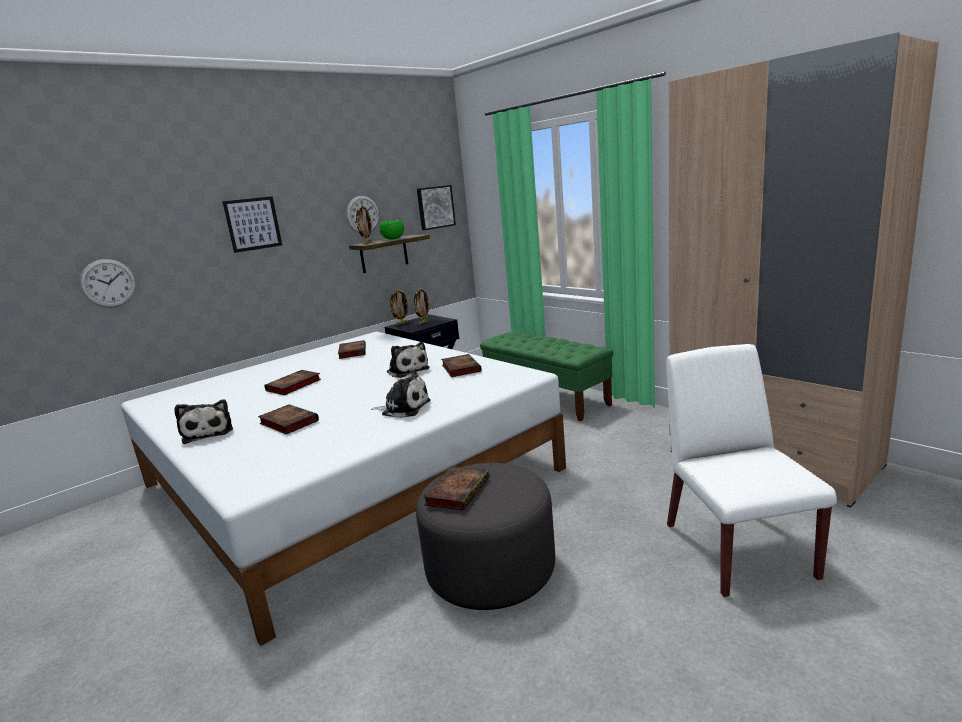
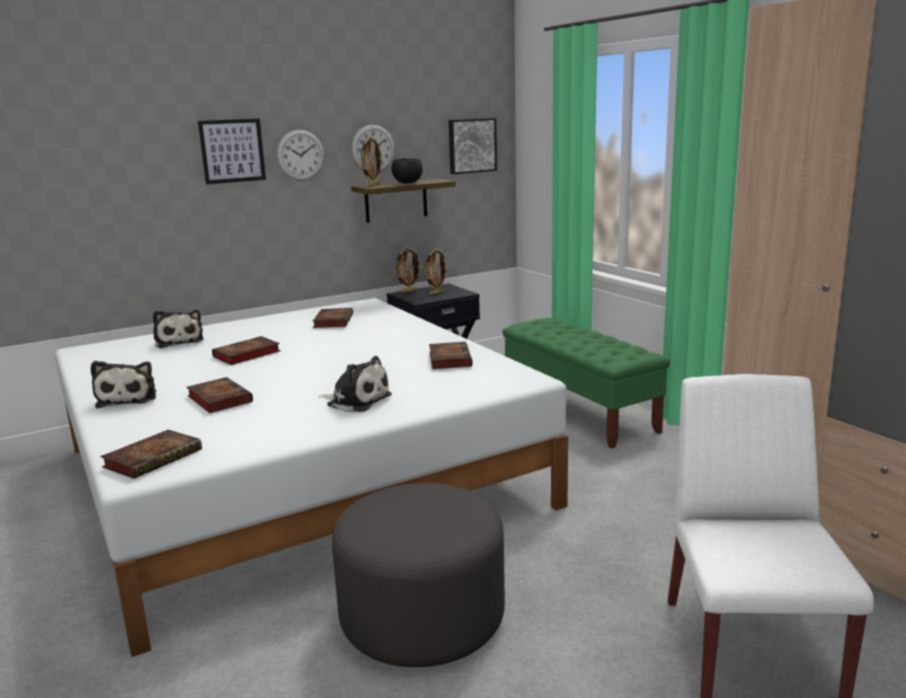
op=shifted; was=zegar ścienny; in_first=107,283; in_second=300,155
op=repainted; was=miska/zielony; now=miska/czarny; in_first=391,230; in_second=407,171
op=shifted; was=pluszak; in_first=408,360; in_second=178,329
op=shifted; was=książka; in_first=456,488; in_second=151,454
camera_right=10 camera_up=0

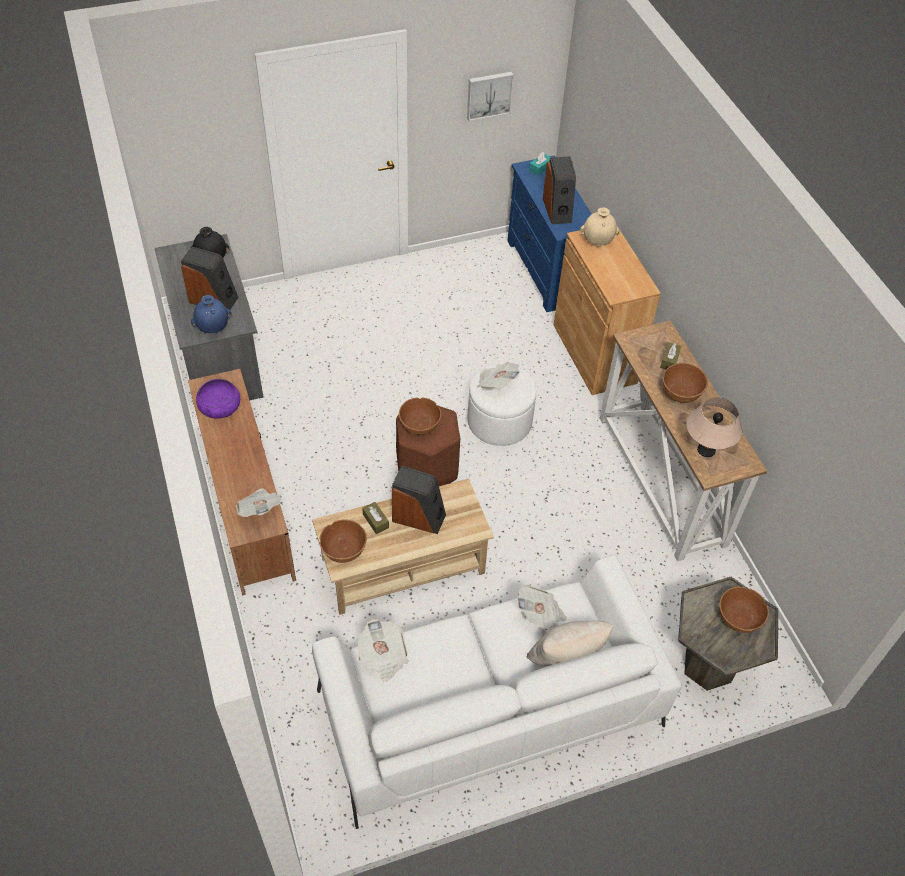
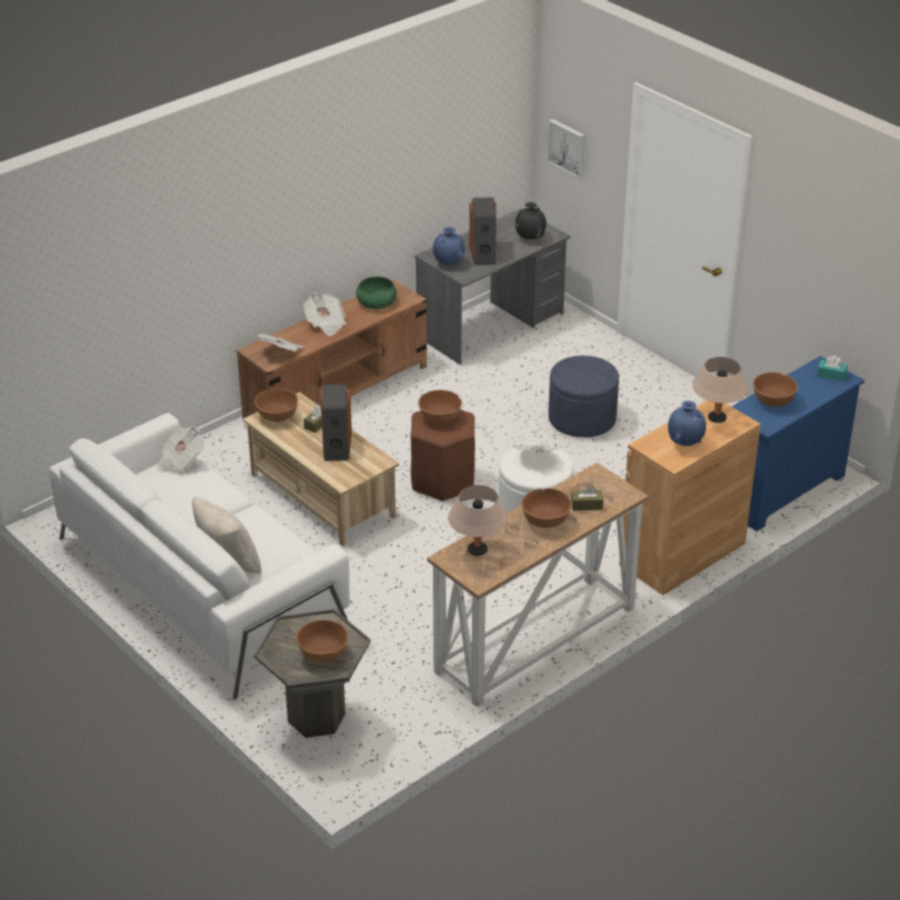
op=repainted; was=miska/fioletowy; now=miska/zielony; in_first=218,399; in_second=376,292
op=shifted; was=obraz; in_first=490,96; in_second=566,148
op=shifted; was=gazeta; in_first=541,607; in_second=325,314
op=swapped; was=głośnik; now=miska/brązowy; in_first=559,190; in_second=775,389
op=swapped; was=wazon/beżowy; now=lampa stołowa/beżowy; in_first=600,227; in_second=720,390
op=new; now=pufa/niebieski; in_second=583,396
op=new; now=wazon/niebieski; in_second=687,423
camera_right=70 camera_up=-15

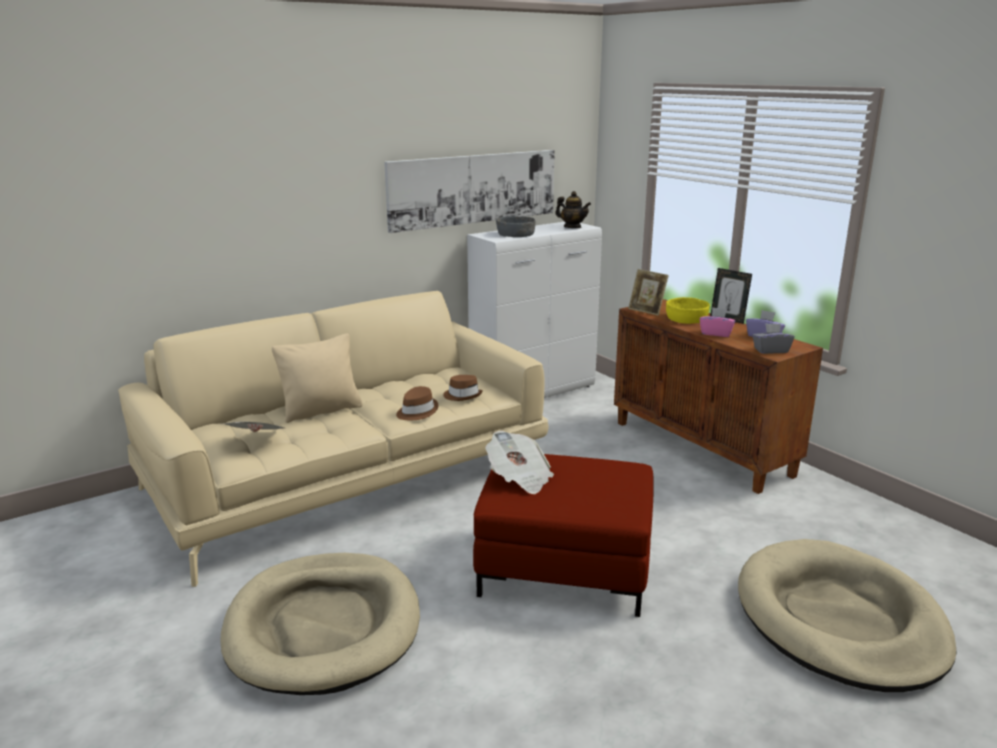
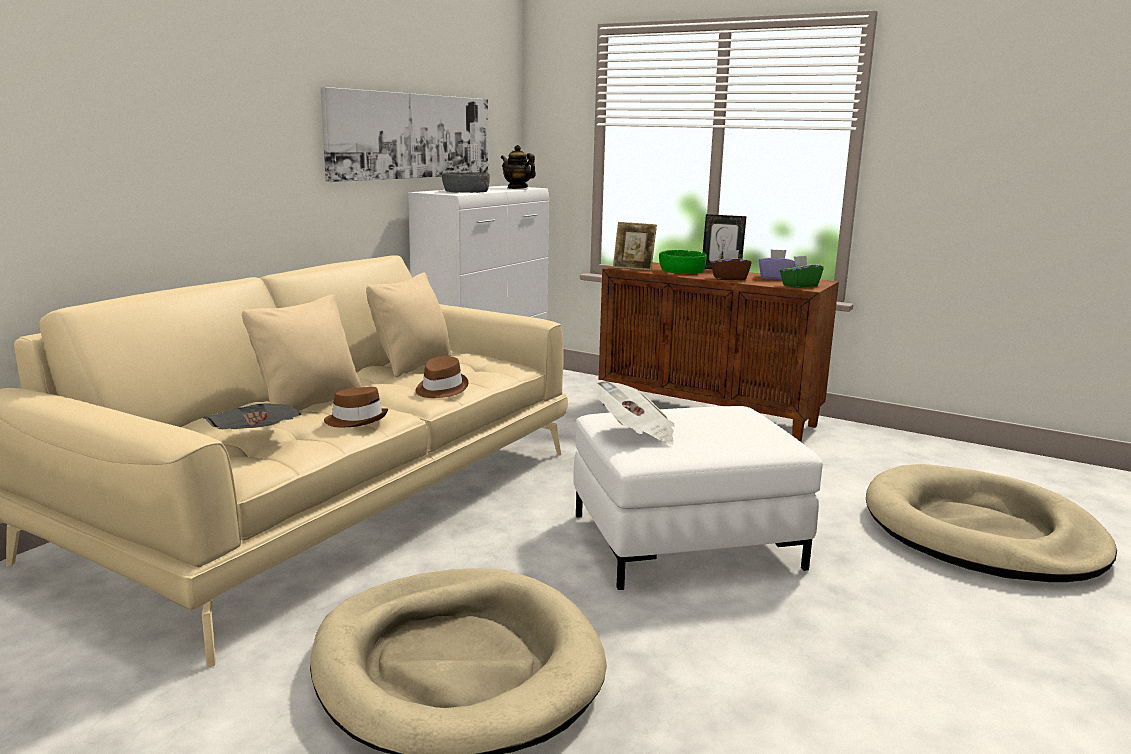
op=shifted; was=kapelusz/brązowy; in_first=463,388; in_second=356,407
op=repainted; was=pufa/czerwony; now=pufa/biały; in_first=563,535; in_second=698,498
op=rotated; was=imbryk; in_first=573,209; in_second=518,167; clockwise=-150
op=repainted; was=miska/żółty; now=miska/zielony; in_first=688,310; in_second=683,262
op=repainted; was=pudełko chusteczek/różowy; now=pudełko chusteczek/brązowy; in_first=718,322; in_second=731,265
op=repainted; was=pudełko chusteczek/szary; now=pudełko chusteczek/zielony; in_first=773,338; in_second=802,272
op=new; now=poduszka/beżowy; in_second=409,325
camera_right=-25 camera_up=-5

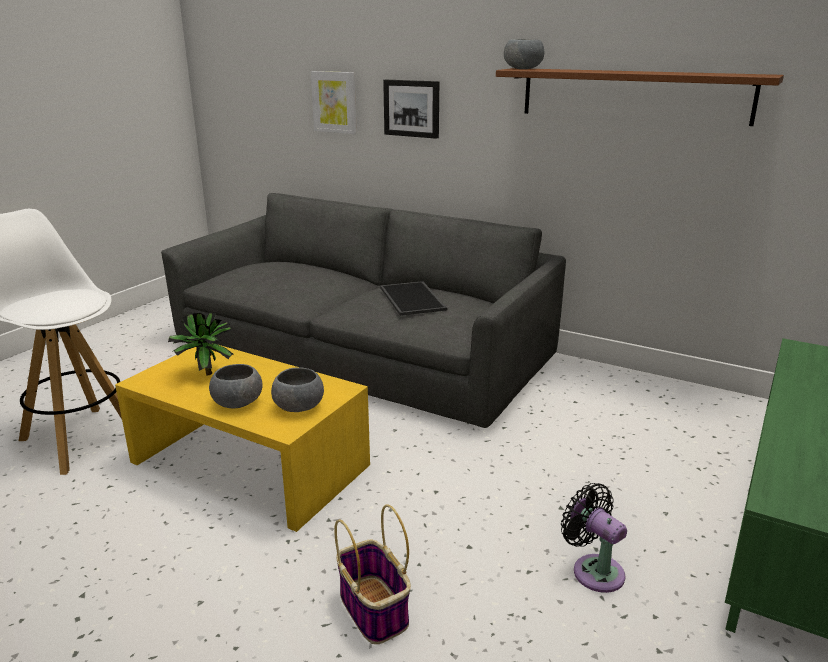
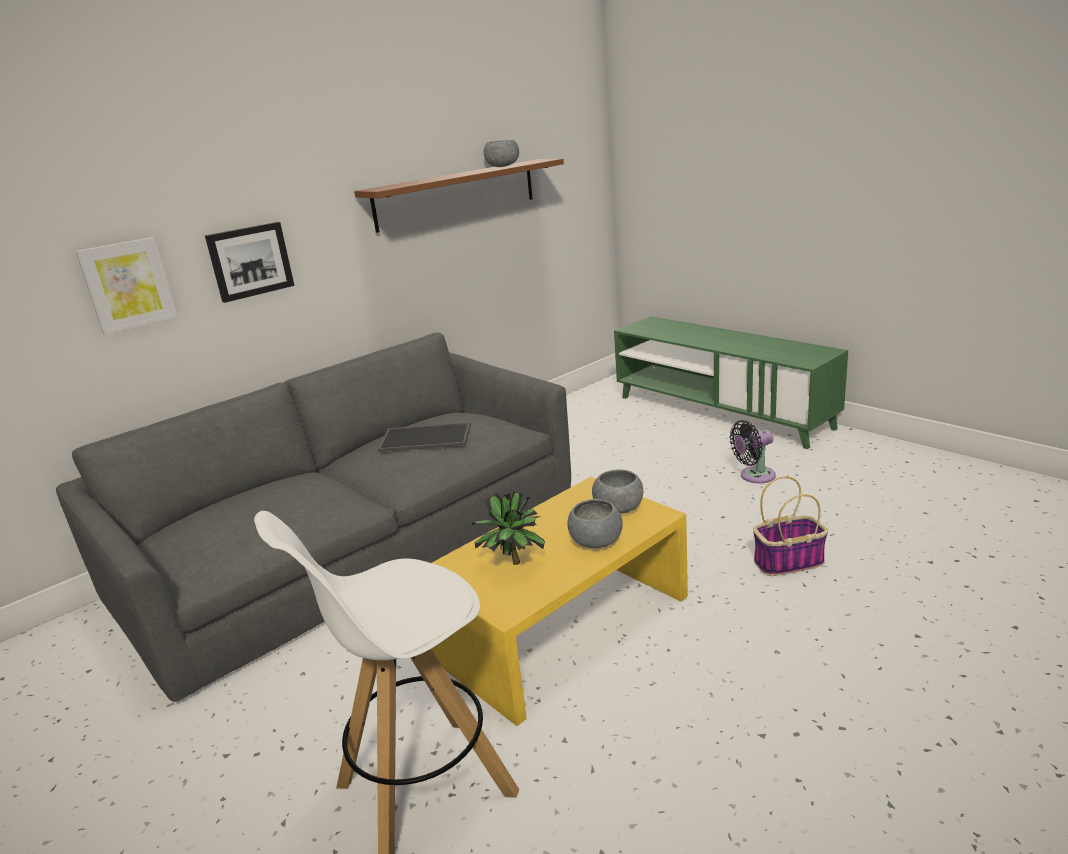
op=shifted; was=miska/szary; in_first=524,54; in_second=501,153
camera_right=-70 camera_up=0

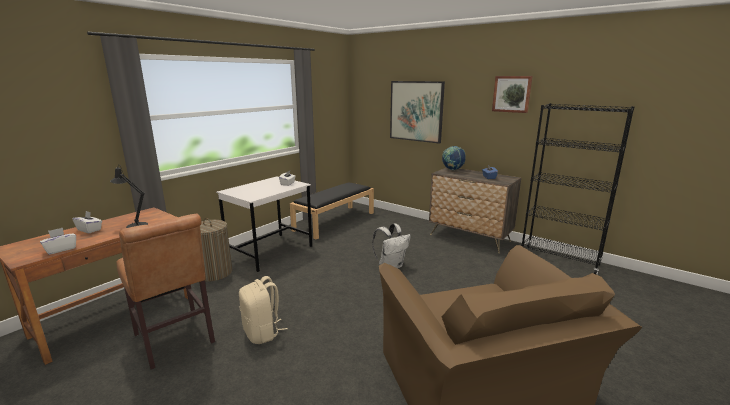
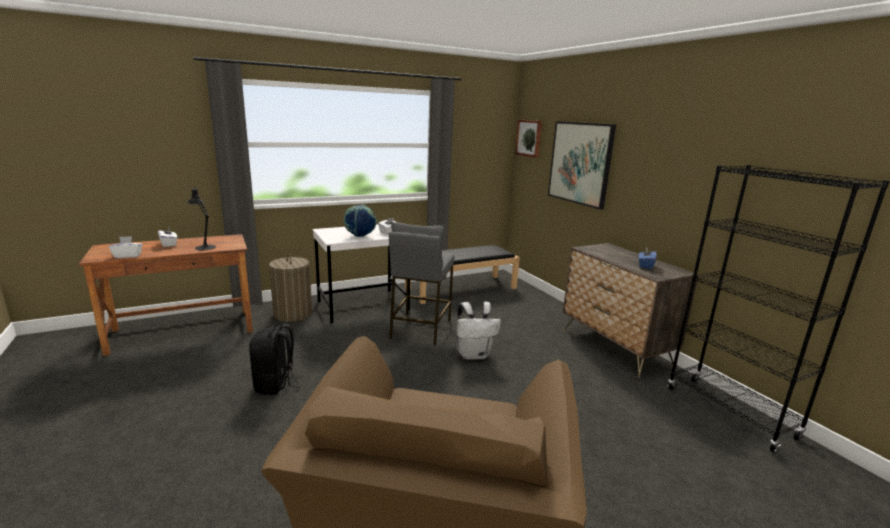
op=gone; was=krzesło/brązowy; in_first=165,291
op=repainted; was=plecak/beżowy; now=plecak/czarny; in_first=263,310; in_second=276,359
op=shifted; was=globus; in_first=454,158; in_second=360,221
op=shifted; was=obraz; in_first=512,94; in_second=528,139
op=new; now=stołek/szary; in_second=422,284
camera_right=25 camera_up=0

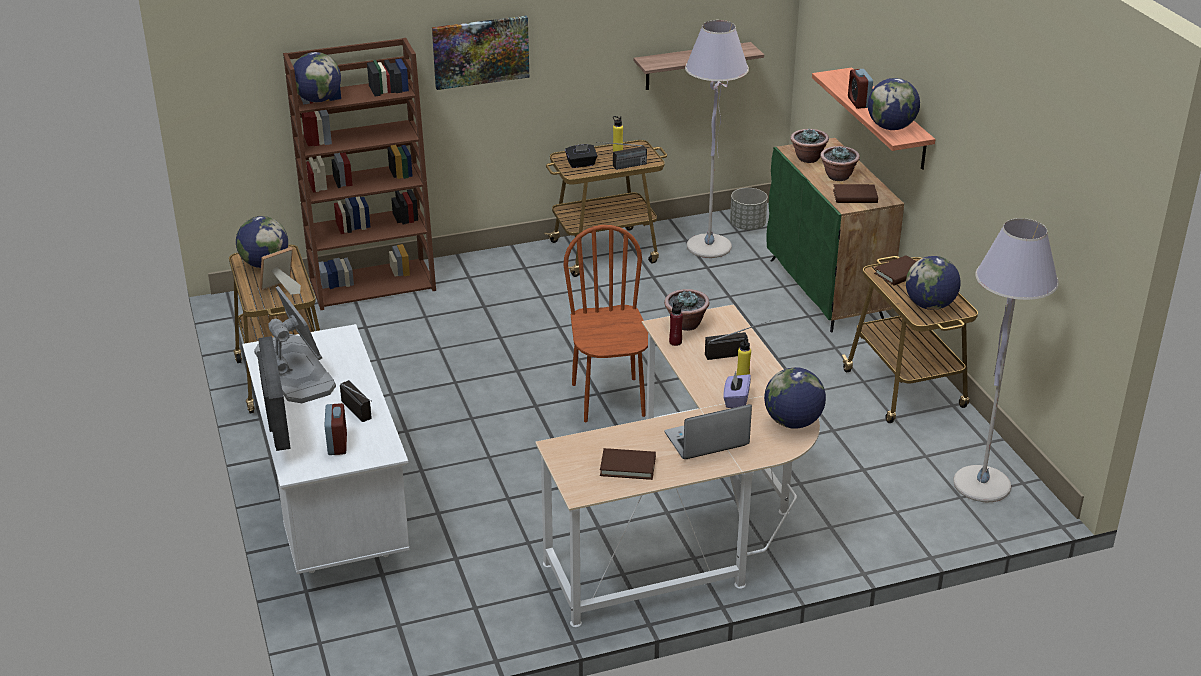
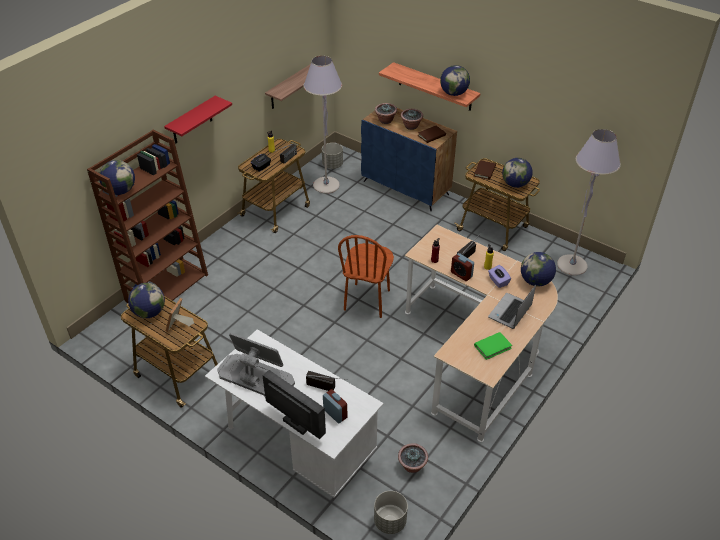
op=swapped; was=obraz; now=półka/czerwony; in_first=480,53; in_second=198,120
op=rotated; was=krzesło/brązowy; in_first=605,323; in_second=366,276; clockwise=-120
op=repainted; was=książka/brązowy; now=książka/zielony; in_first=628,464; in_second=493,346
op=shifted; was=roślina doniczkowa; in_first=687,310; in_second=413,458
op=repainted; was=szafka/zielony; now=szafka/niebieski; in_first=835,235; in_second=409,159
op=shifted; was=budzik; in_first=860,89; in_second=462,267
op=new; now=donica/szary; in_second=391,512
camera_right=-35 camera_up=10

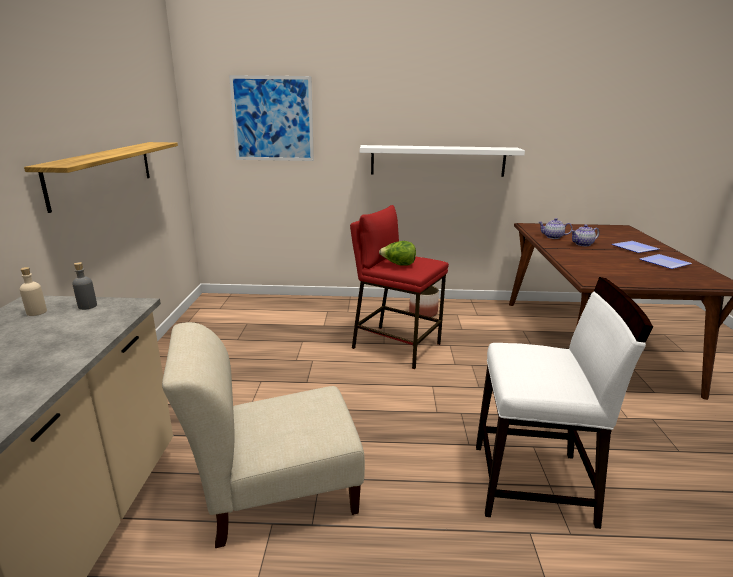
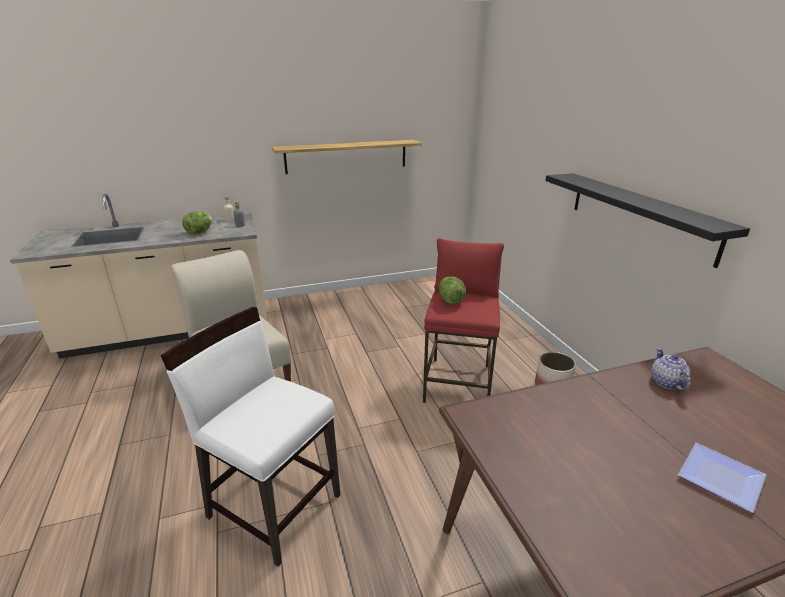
op=gone; was=obraz; in_first=271,118
op=repainted; was=półka/biały; now=półka/czarny; in_first=442,161; in_second=647,220
op=rotated; was=krzesło/biały; in_first=564,403; in_second=250,437; clockwise=135
op=gone; was=imbryk; in_first=585,235
op=gone; was=talerz; in_first=666,261
op=new; now=sałata; in_second=197,222
camera_right=70 camera_up=5

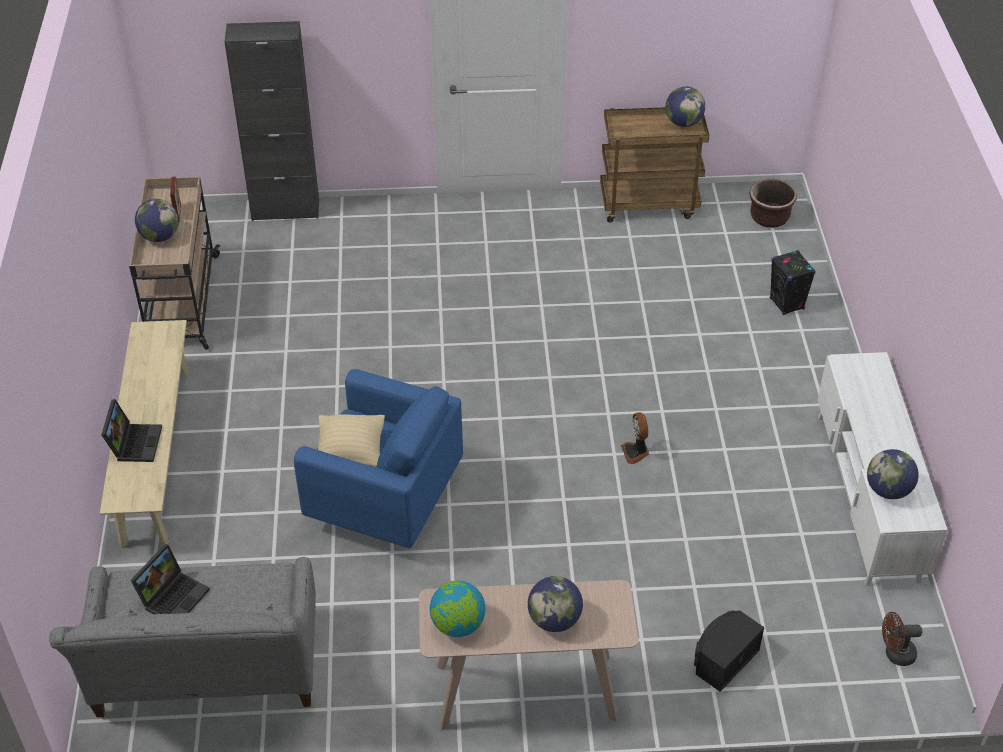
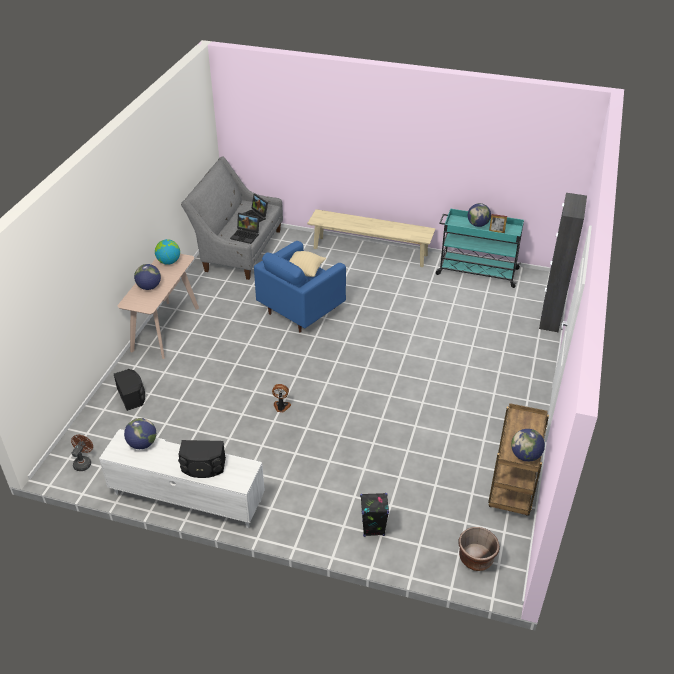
op=shifted; was=laptop; in_first=131,430; in_second=244,228
op=repainted; was=wózek/beżowy; now=wózek/turkusowy; in_first=174,263; in_second=480,248
op=new; now=głośnik/czarny; in_second=202,459
camera_right=110 camera_up=-5

